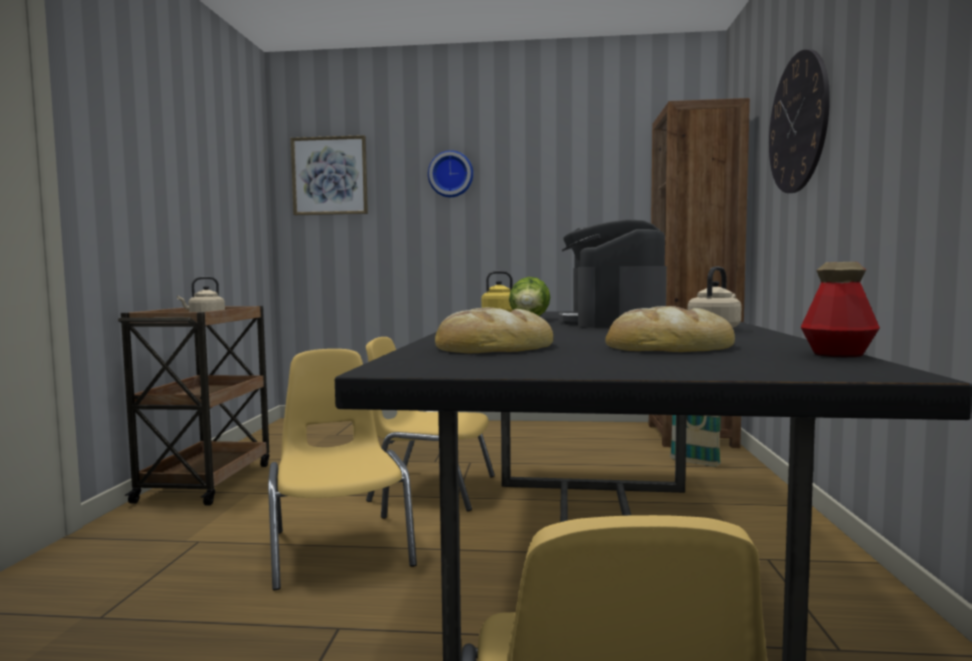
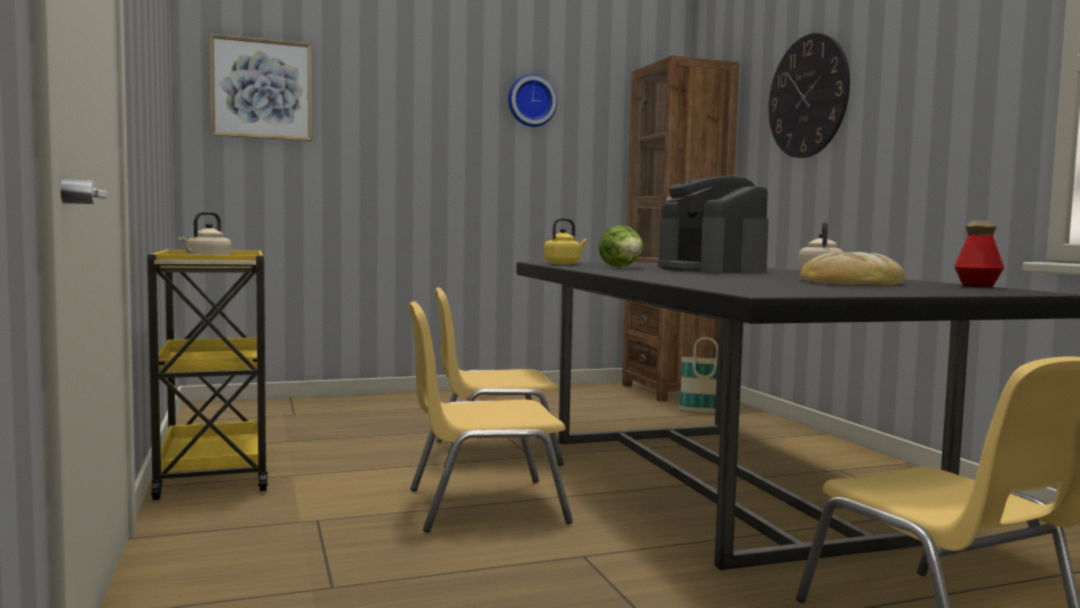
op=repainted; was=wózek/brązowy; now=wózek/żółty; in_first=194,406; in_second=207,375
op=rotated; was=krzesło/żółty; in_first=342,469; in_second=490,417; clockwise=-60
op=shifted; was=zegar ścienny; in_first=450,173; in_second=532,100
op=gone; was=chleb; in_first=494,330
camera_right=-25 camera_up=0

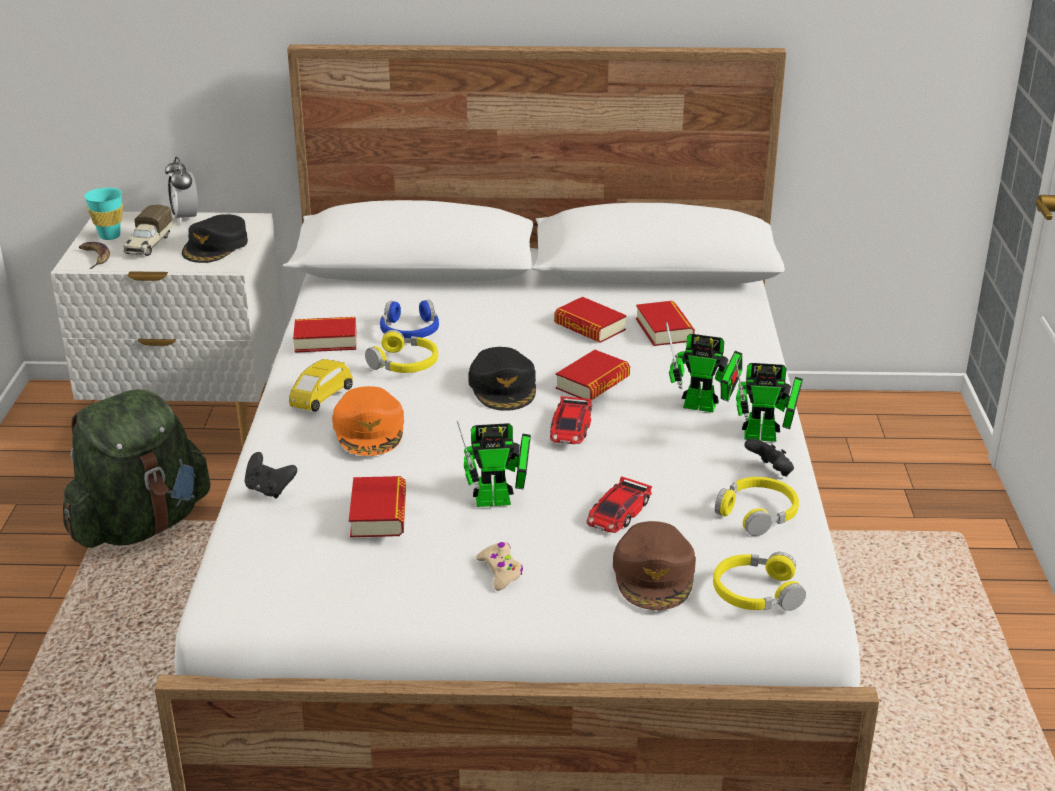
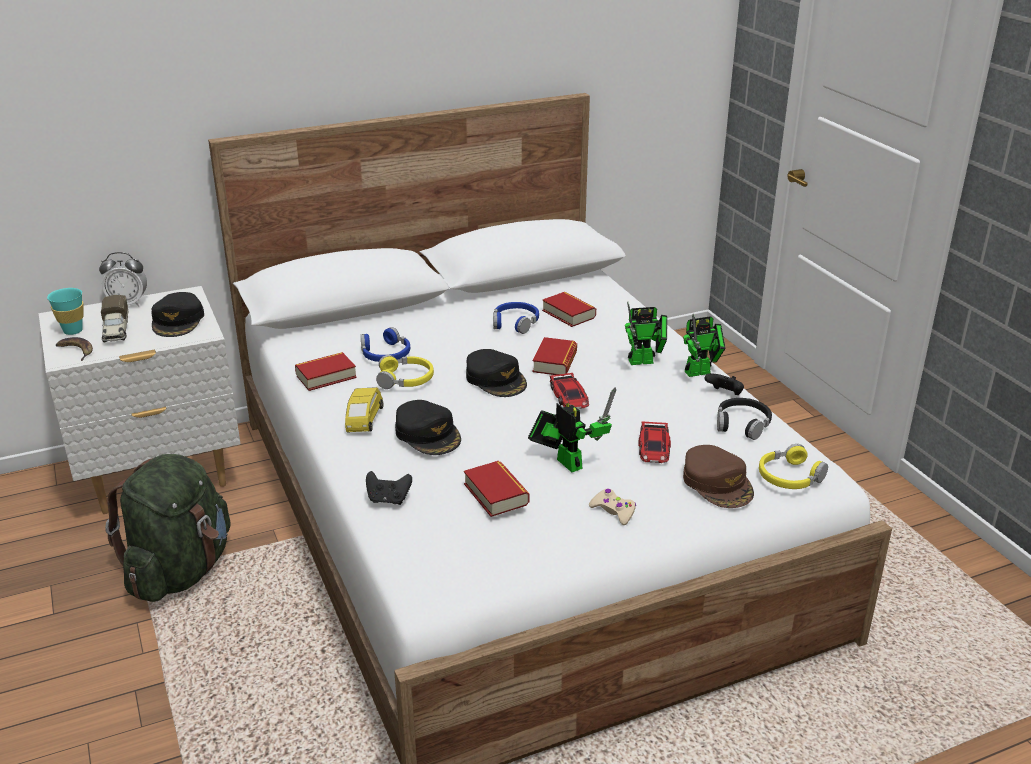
op=rotated; was=budzik; in_first=181,191; in_second=123,279; clockwise=-45
op=repainted; was=czapka z daszkiem/pomarańczowy; now=czapka z daszkiem/czarny; in_first=368,421; in_second=428,427
op=rotated; was=robot zabawkowy; in_first=494,464; in_second=572,429; clockwise=-90
op=swapped; was=książka; now=słuchawki/niebieski; in_first=590,320; in_second=516,318
op=repainted; was=słuchawki/żółty; now=słuchawki/czarny; in_first=757,506; in_second=744,419
camera_right=-25 camera_up=0

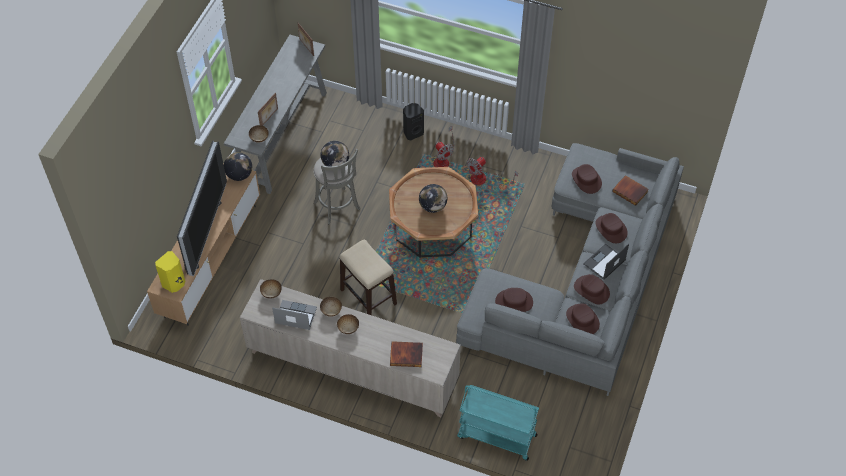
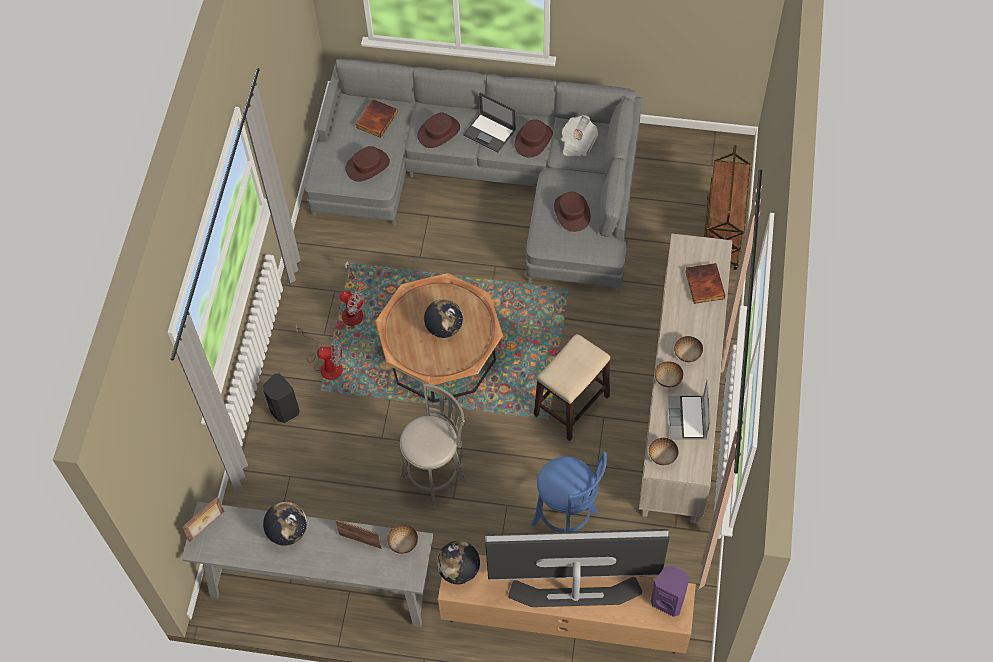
op=repainted; was=głośnik/żółty; now=głośnik/fioletowy; in_first=170,272; in_second=670,591
op=shifted; was=globus; in_first=334,153; in_second=285,524
op=rotated; was=wentylator; in_first=443,146; in_second=319,352; clockwise=45
op=repainted; was=wózek/turkusowy; now=wózek/brązowy; in_first=498,423; in_second=727,207
op=swapped; was=kapelusz/brązowy; now=gazeta; in_first=583,318; in_second=579,135
op=new; now=stołek/niebieski; in_second=569,492
camera_right=-100 camera_up=5

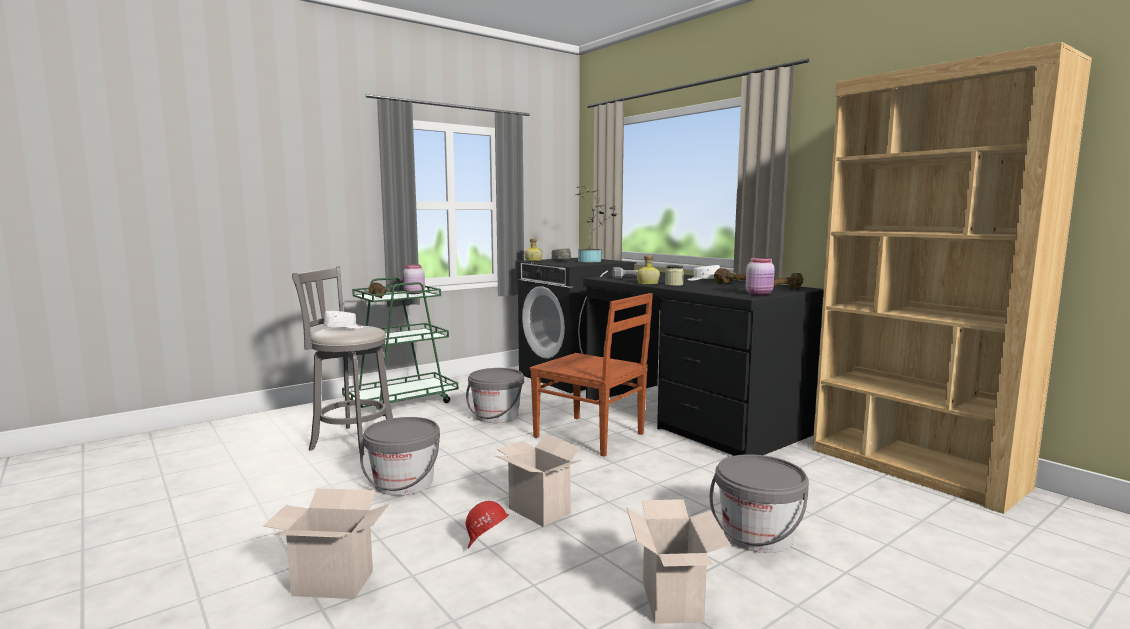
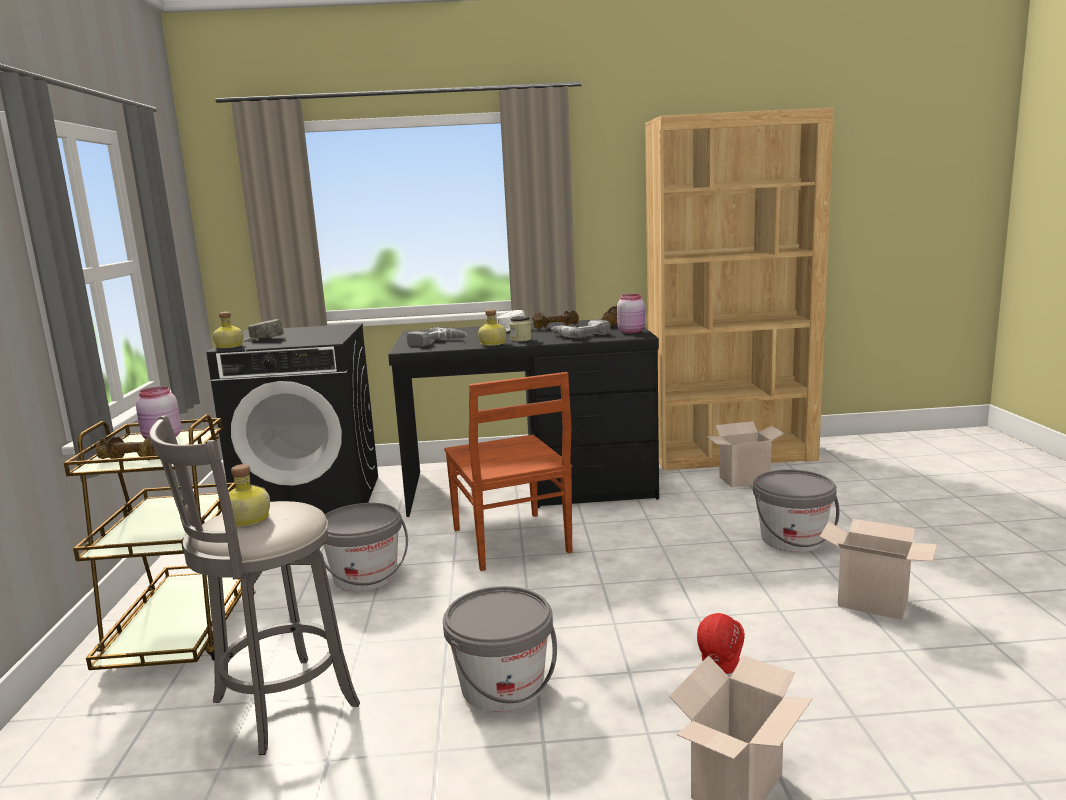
op=swapped; was=czapka z daszkiem/biały; now=butelka; in_first=344,320; in_second=249,495
op=repainted; was=wózek/zielony; now=wózek/brązowy; in_first=400,346; in_second=160,542
op=shifted; was=karton; in_first=539,480; in_second=745,454
op=rotated; was=krzesło/brązowy; in_first=591,375; in_second=508,471; clockwise=90
op=gone; was=roślina doniczkowa; in_first=596,224
op=new; now=wiertarka; in_second=581,329
camera_right=-55 camera_up=5

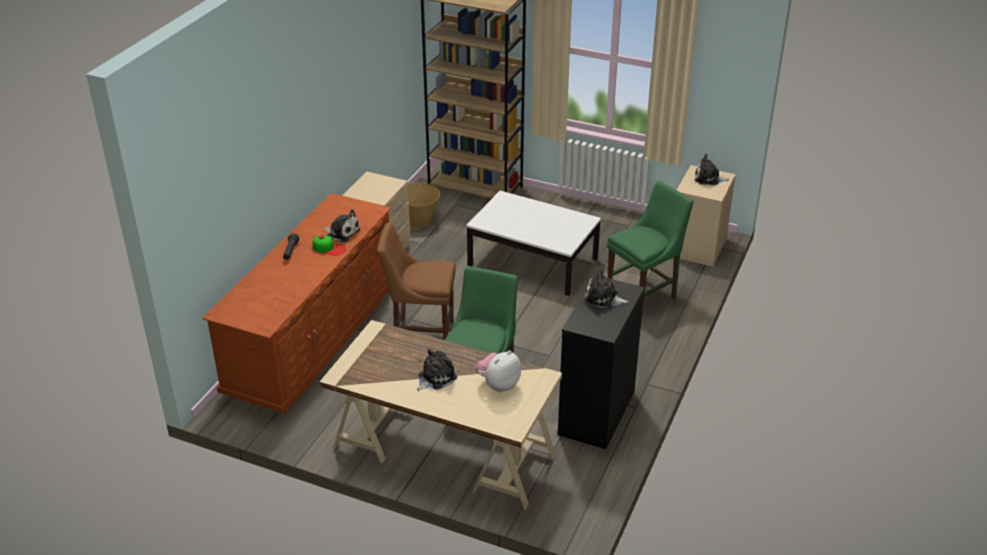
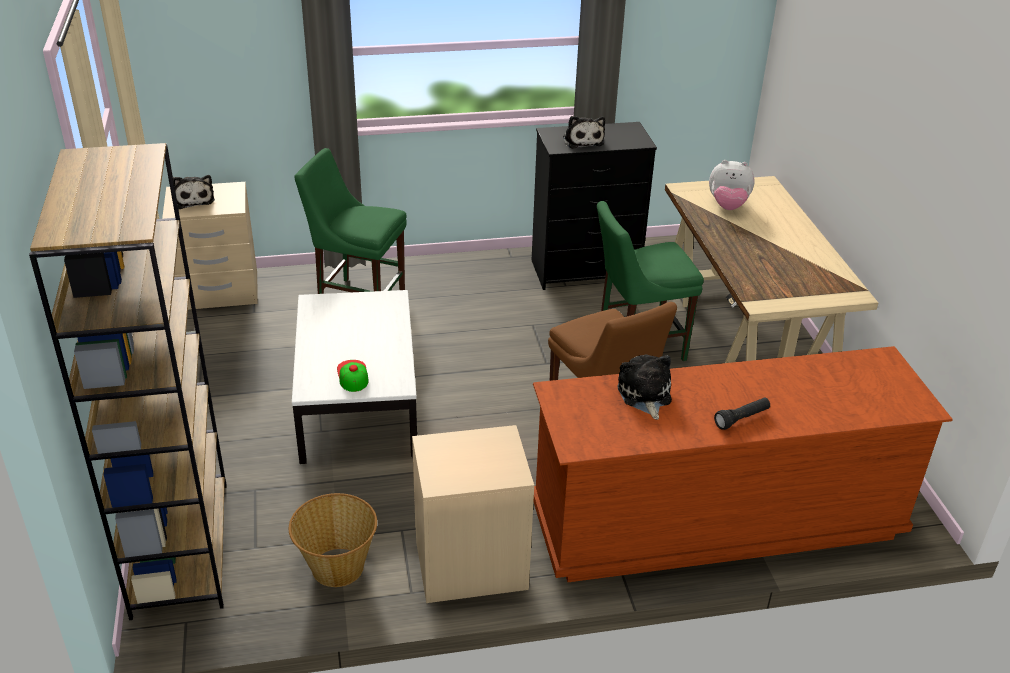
op=shifted; was=czapka z daszkiem; in_first=329,245; in_second=353,376
op=gone; was=pluszak; in_first=437,370
camera_right=-125 camera_up=0

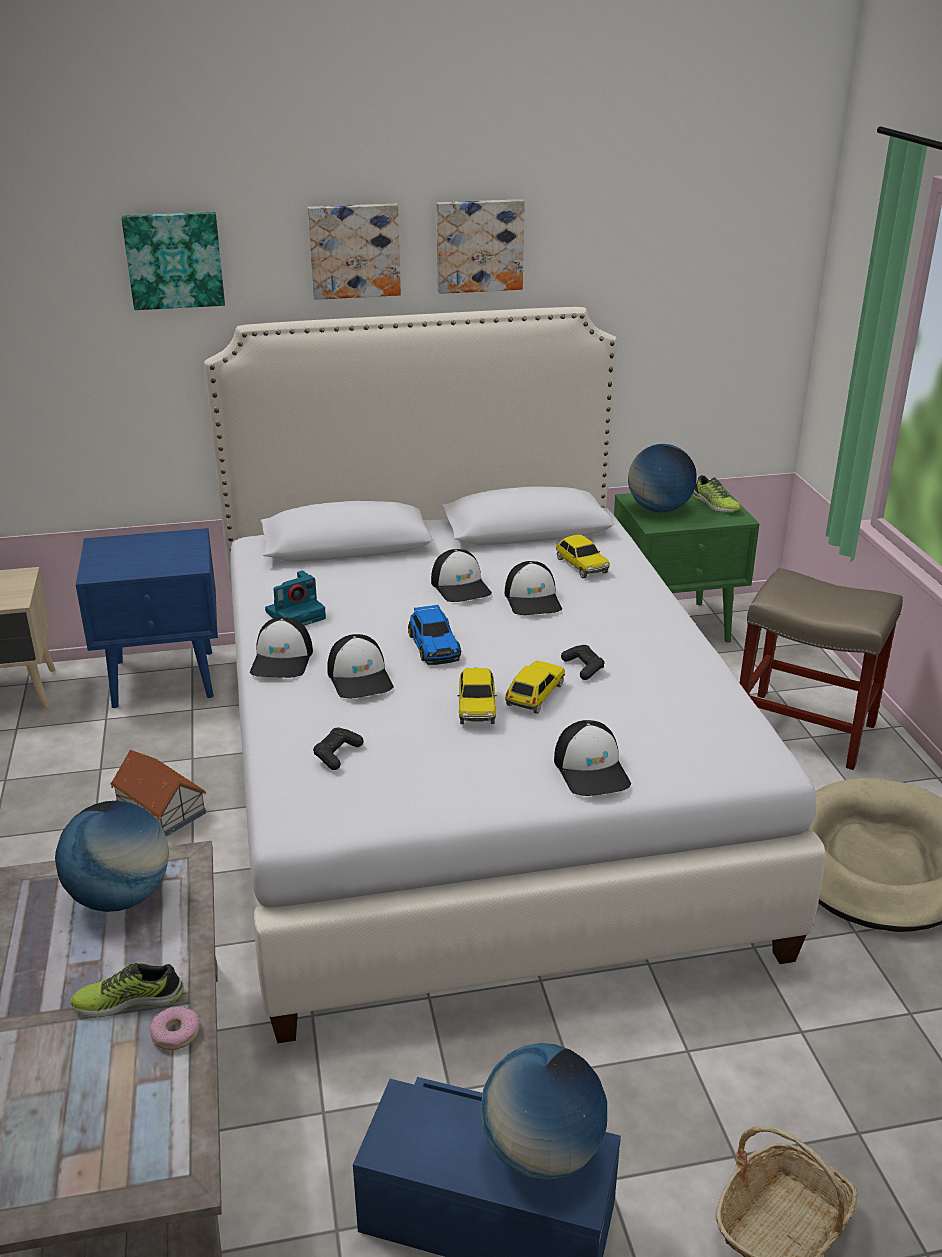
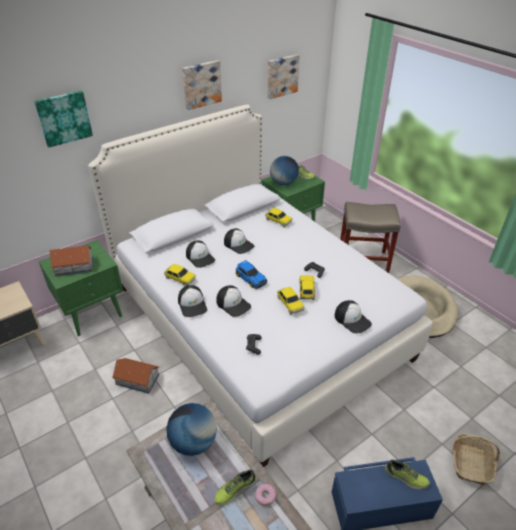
op=repainted; was=szafka nocna/niebieski; now=szafka nocna/zielony; in_first=147,618; in_second=81,288
op=swapped; was=aparat fotograficzny; now=samochodzik; in_first=295,598; in_second=180,275
op=shifted; was=obraz; in_first=354,252; in_second=283,76
op=swapped; was=globus; now=but; in_first=543,1111; in_second=407,475
op=shifted; was=czapka z daszkiem; in_first=533,588; in_second=200,254
op=new; now=domek; in_second=71,261
camera_right=-25 camera_up=10

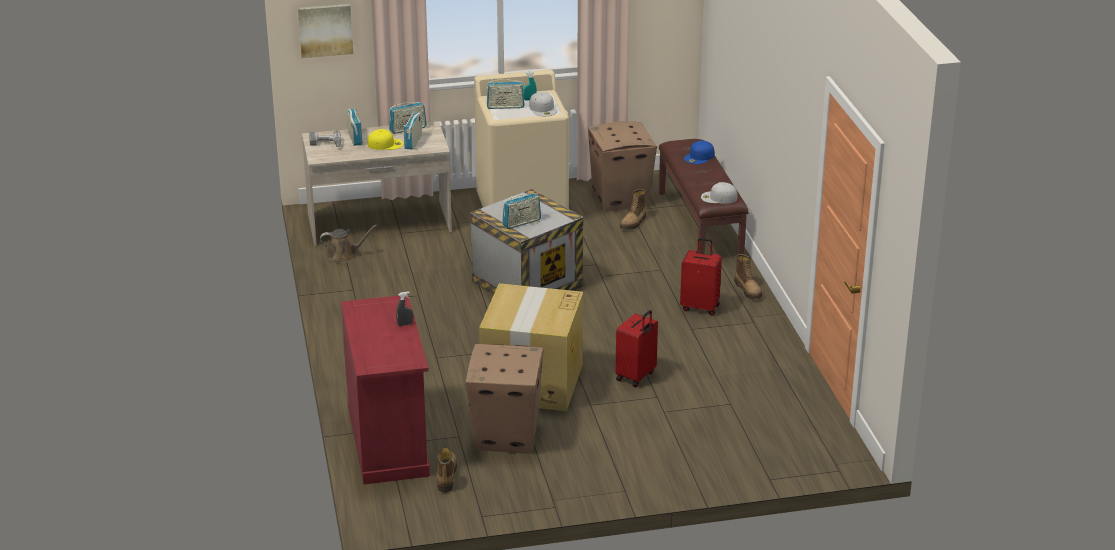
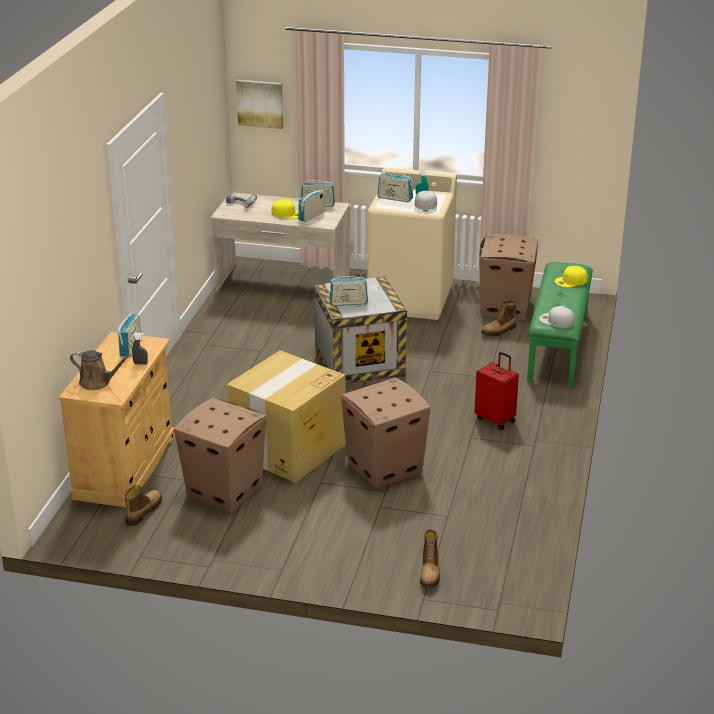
op=shifted; was=konewka/brązowy; in_first=348,244; in_second=100,370
op=repainted; was=szafka/czerwony; now=szafka/beżowy; in_first=385,390; in_second=117,419
op=shifted; was=radio; in_first=355,127; in_second=130,335
op=swapped; was=walizka/czerwony; now=karton; in_first=637,348; in_second=386,433
op=repainted; was=ławka/brązowy; now=ławka/zielony; in_first=704,196; in_second=560,324
op=repainted; was=czapka z daszkiem/niebieski; now=czapka z daszkiem/żółty; in_first=699,152; in_second=571,276
op=shifted; was=but z cholewką; in_first=748,276; in_second=430,558
camera_right=25 camera_up=0

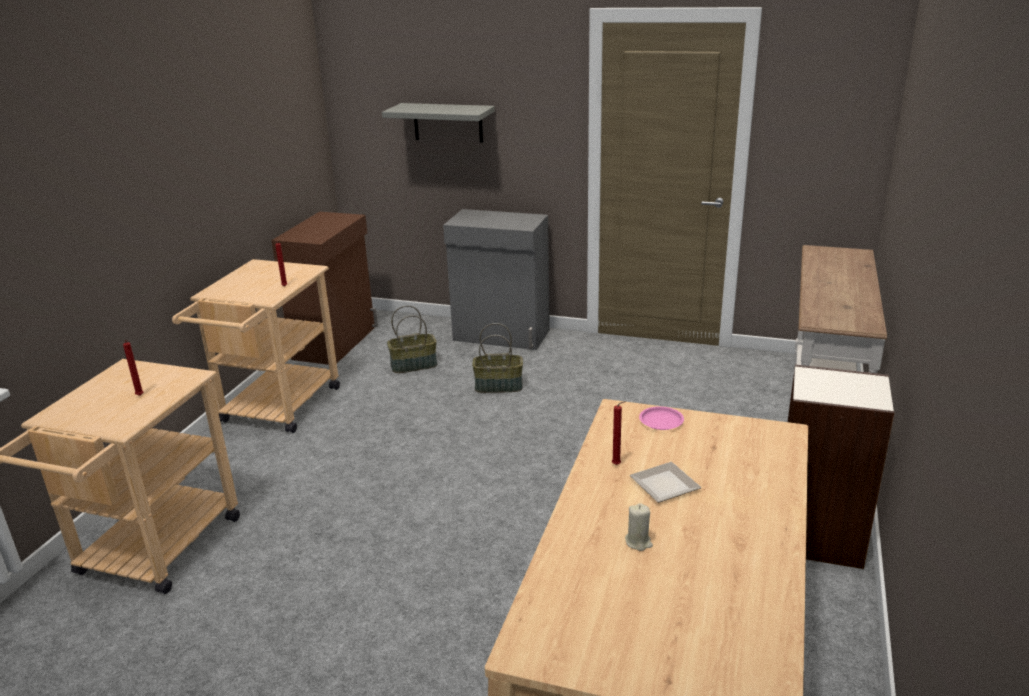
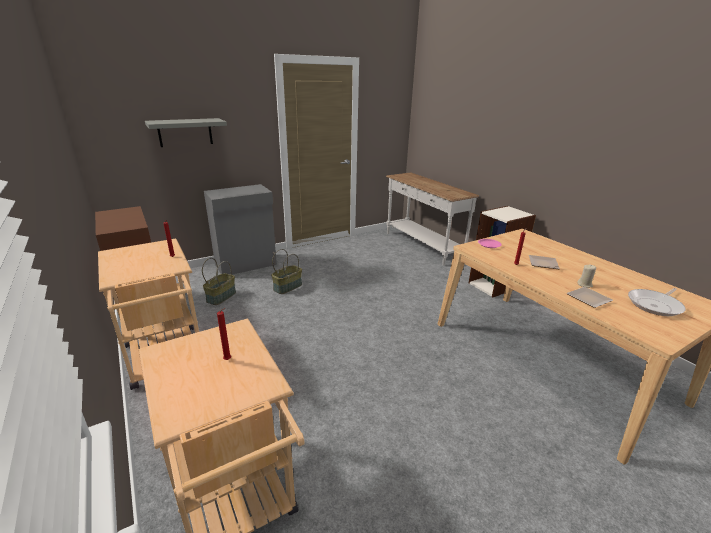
op=new; now=talerz; in_second=590,297
op=new; now=patelnia; in_second=657,302
camera_right=-50 camera_up=0

